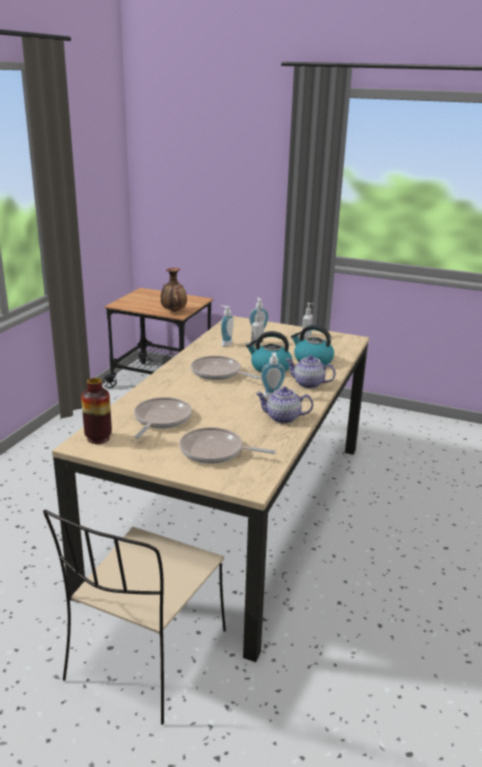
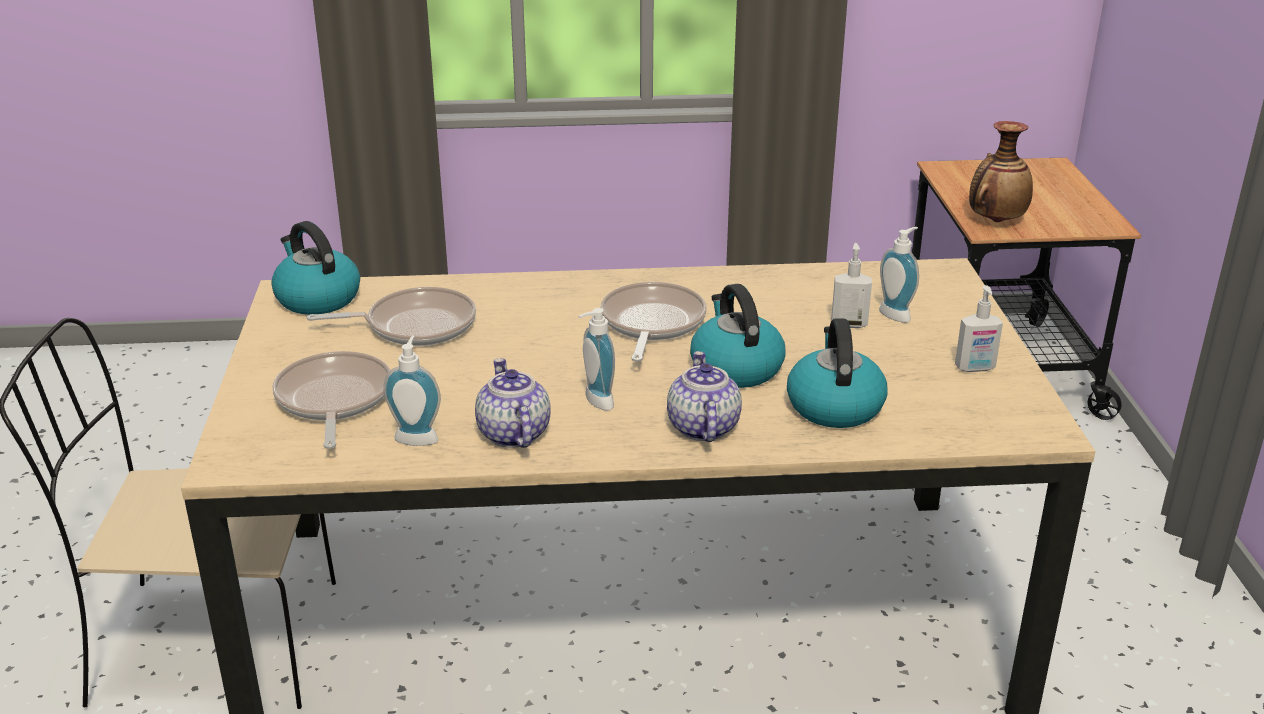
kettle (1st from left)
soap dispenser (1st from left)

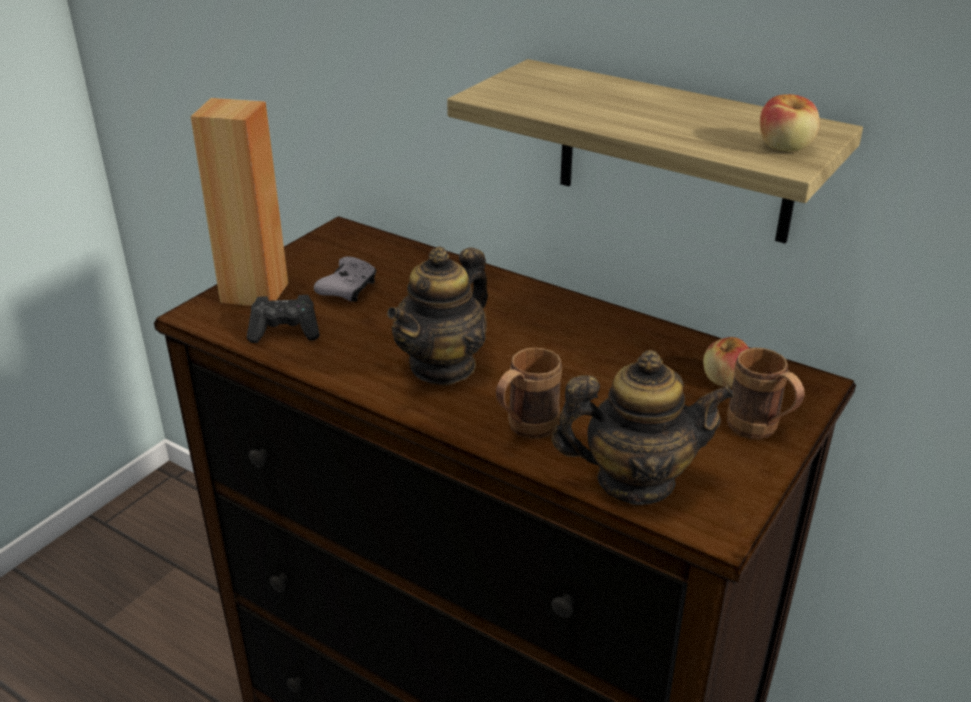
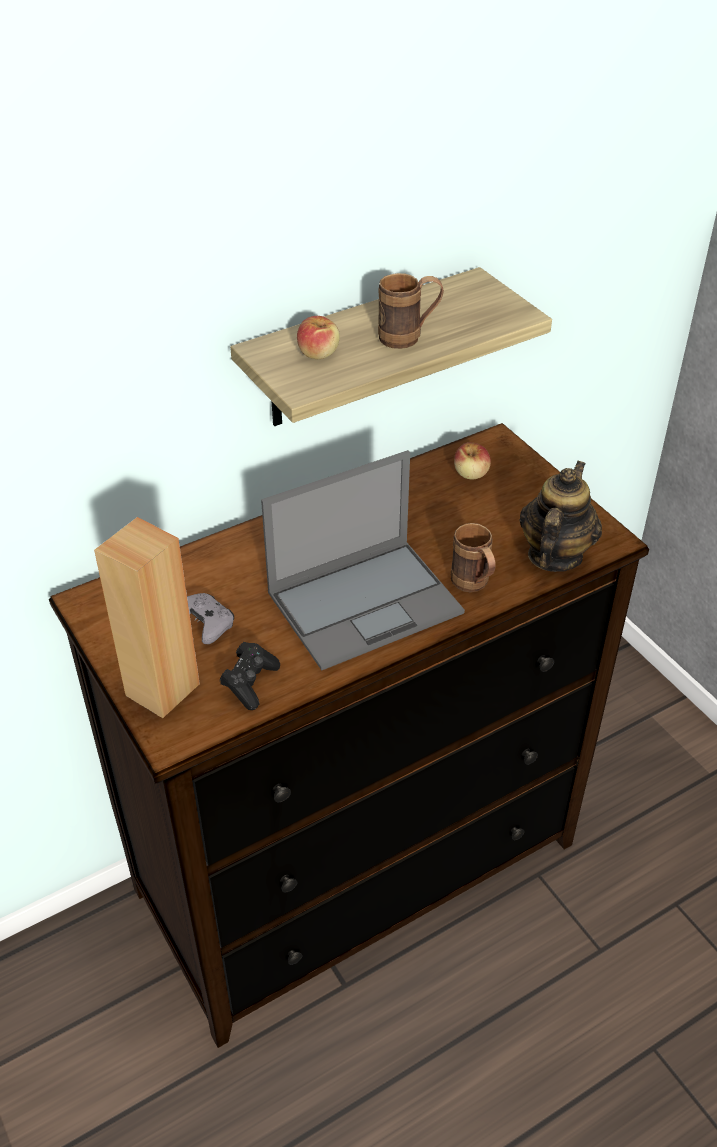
laptop
apple (1st from left)
brown mug (1st from left)

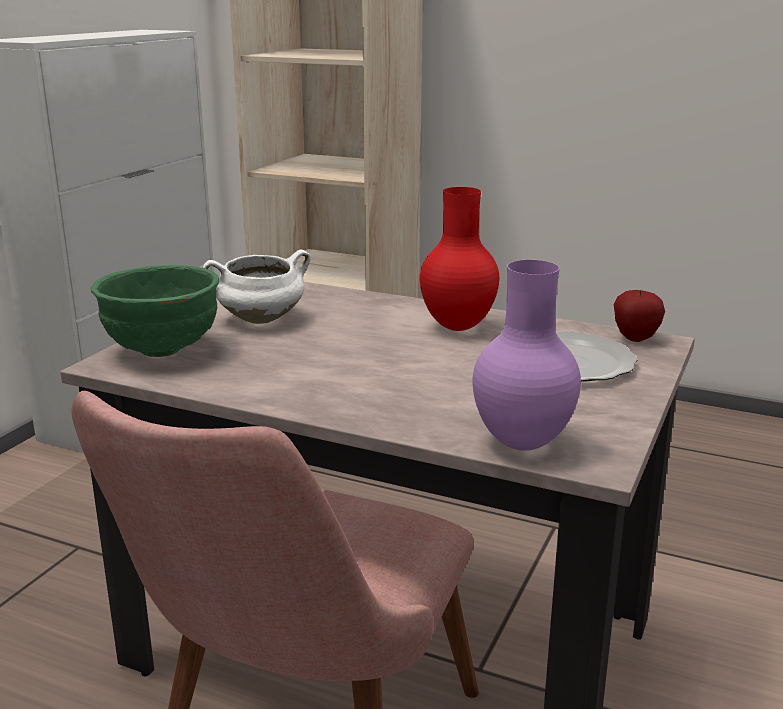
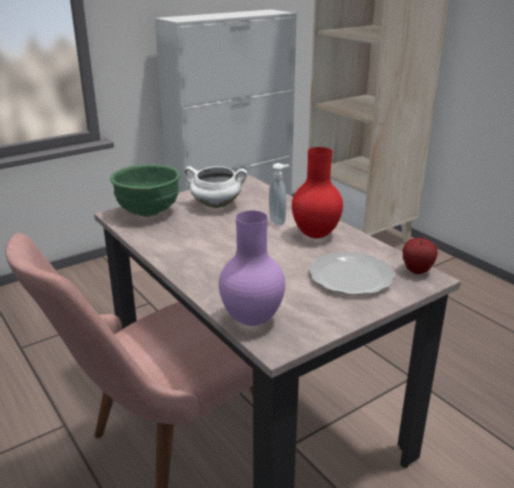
soap dispenser

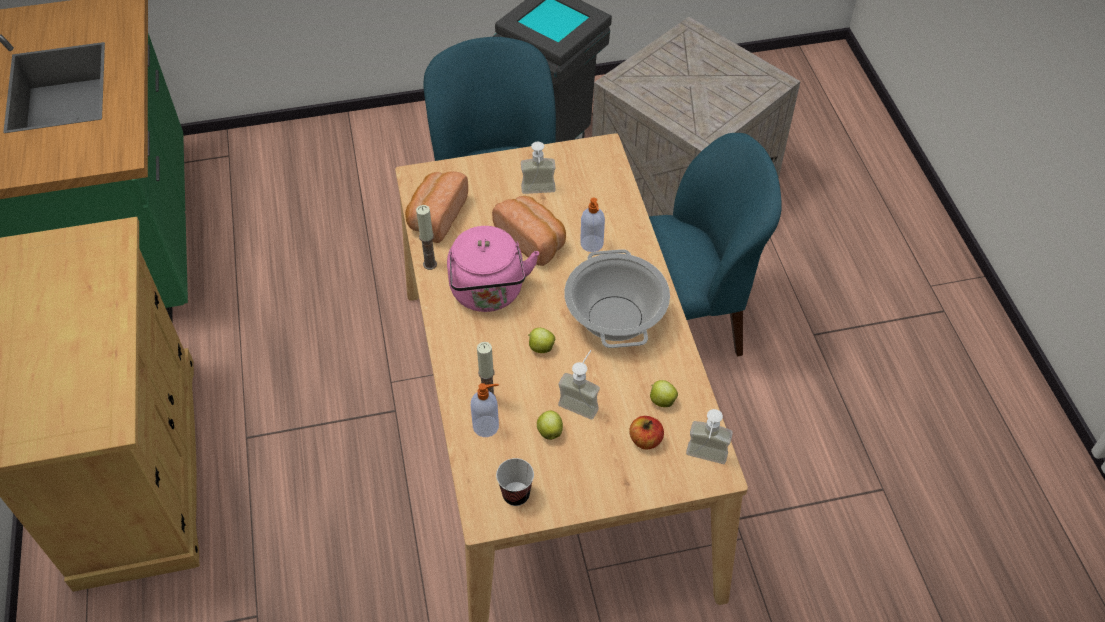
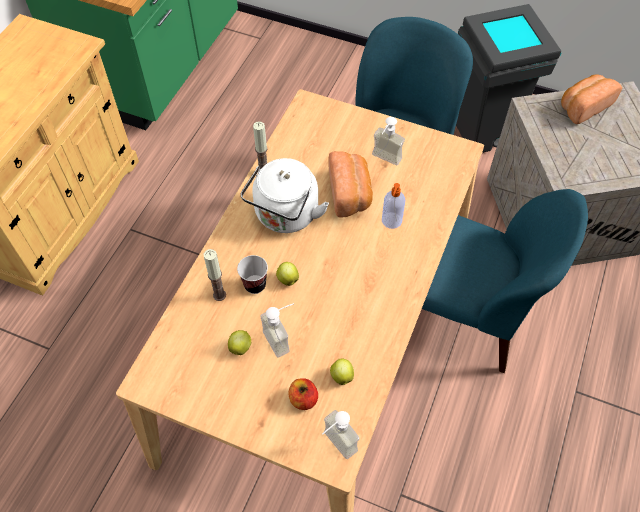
cup
white kettle
bread (2nd from left)
soap dispenser (1st from left in the first image)
cooking pot

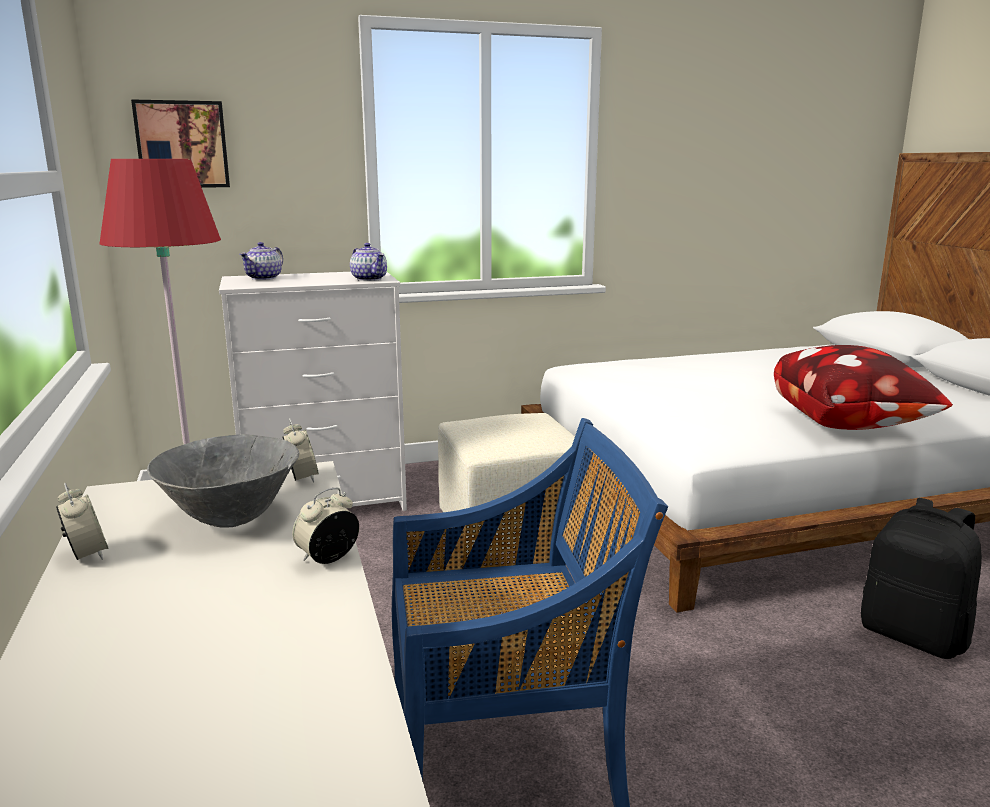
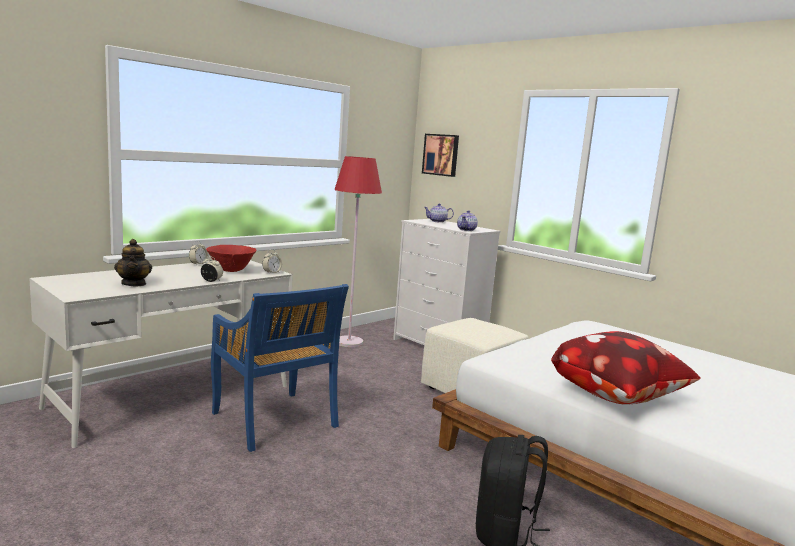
teapot (1st from left)
red bowl

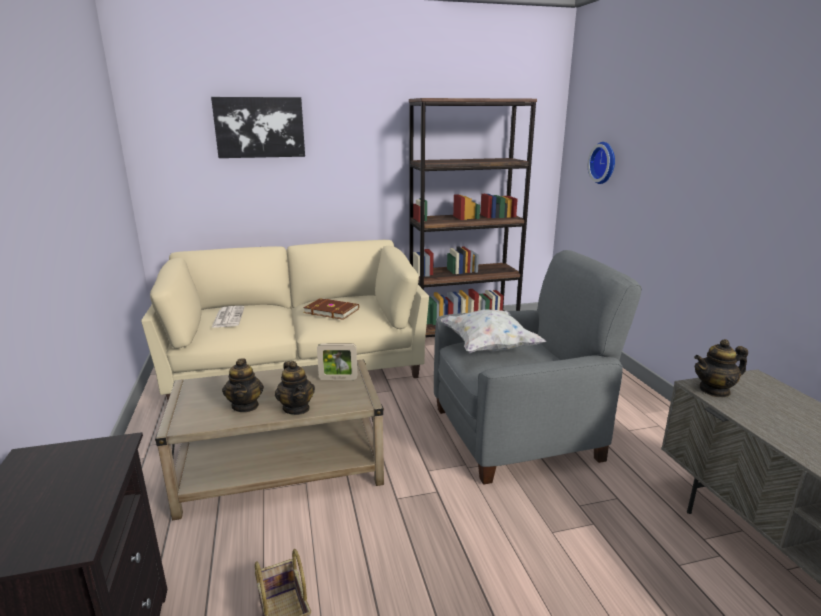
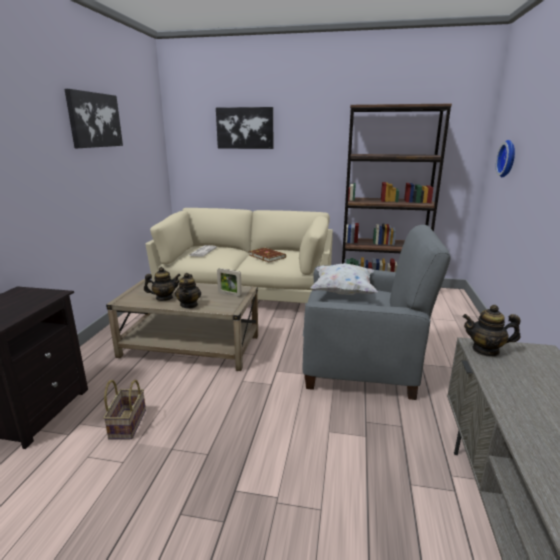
picture (1st from left)
teapot (1st from left)

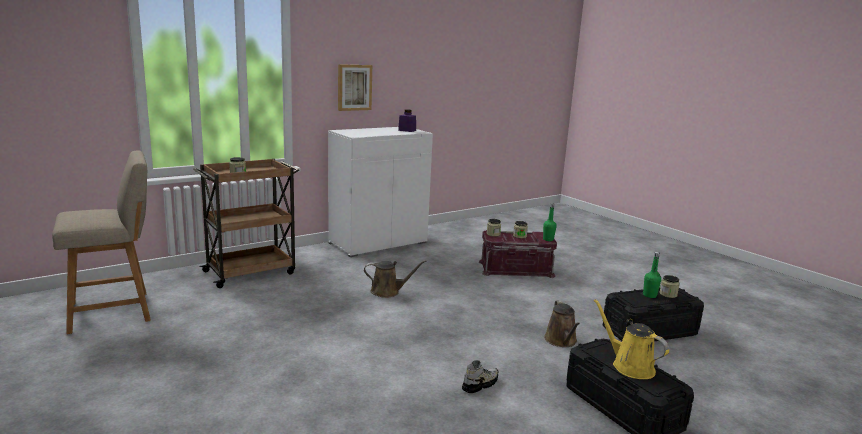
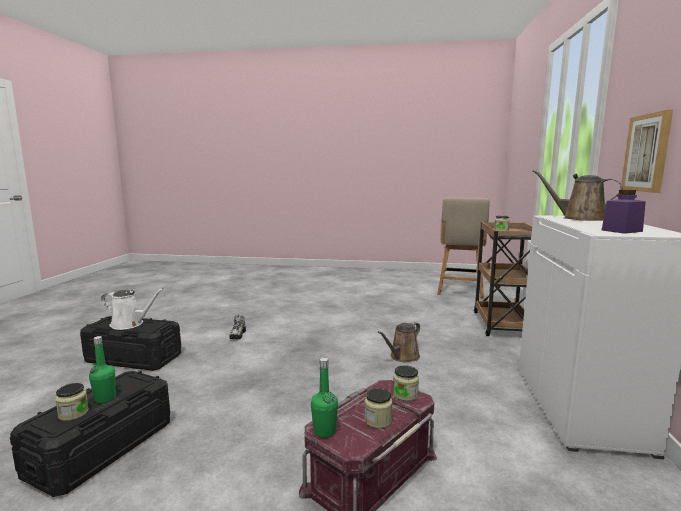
white watering can
brown watering can (2nd from left)

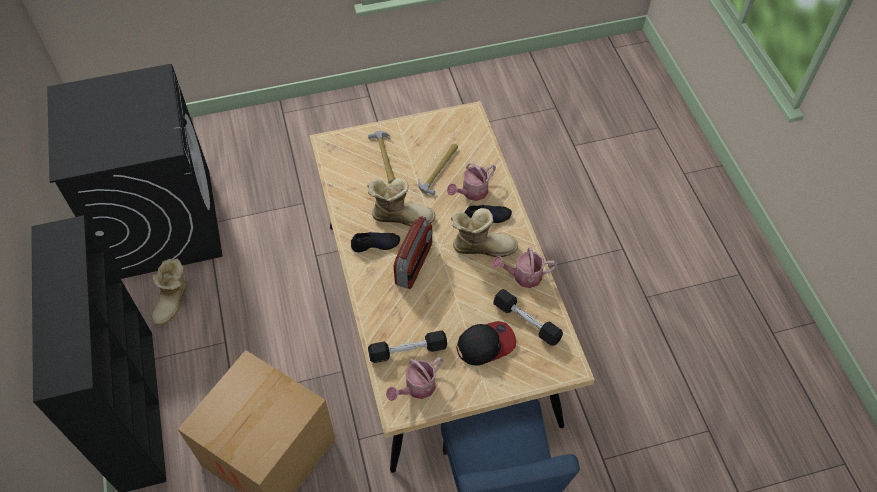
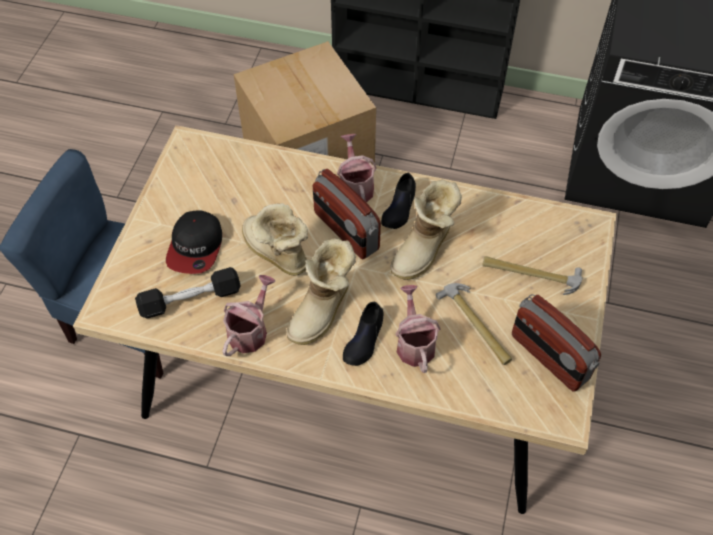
boot (1st from left)
watering can (2nd from left)
radio (2nd from left)
black dumbbell (1st from left in the first image)

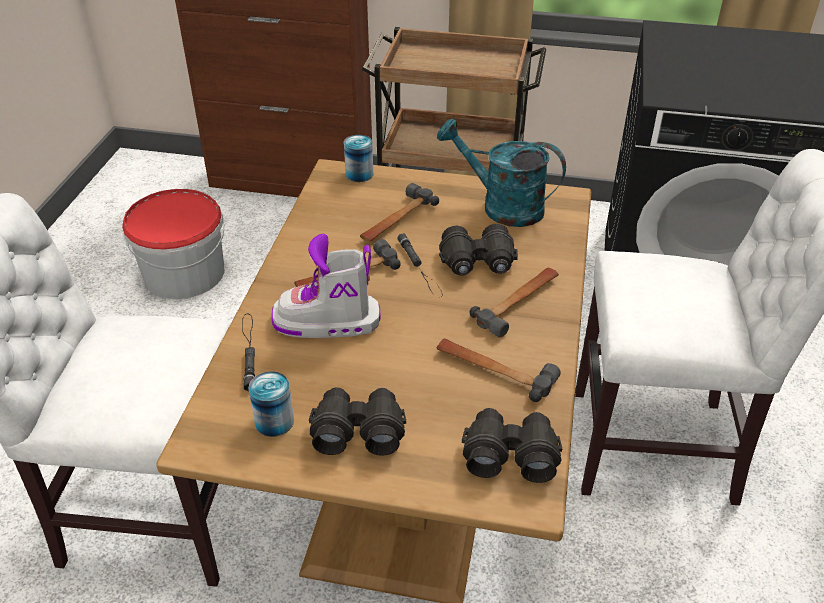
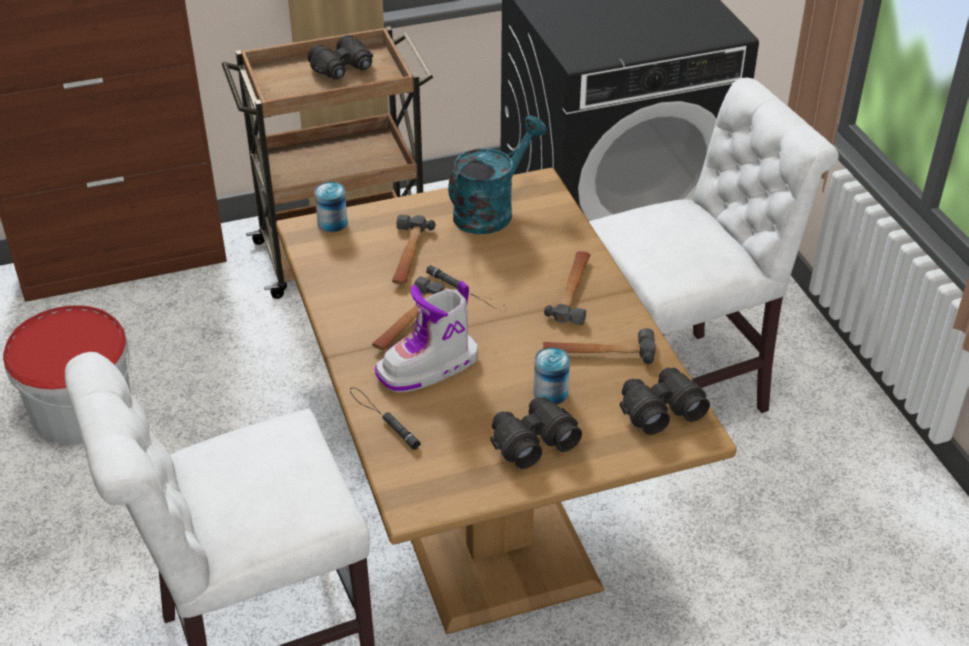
black binoculars (1st from left)
turquoise watering can
can (2nd from left)

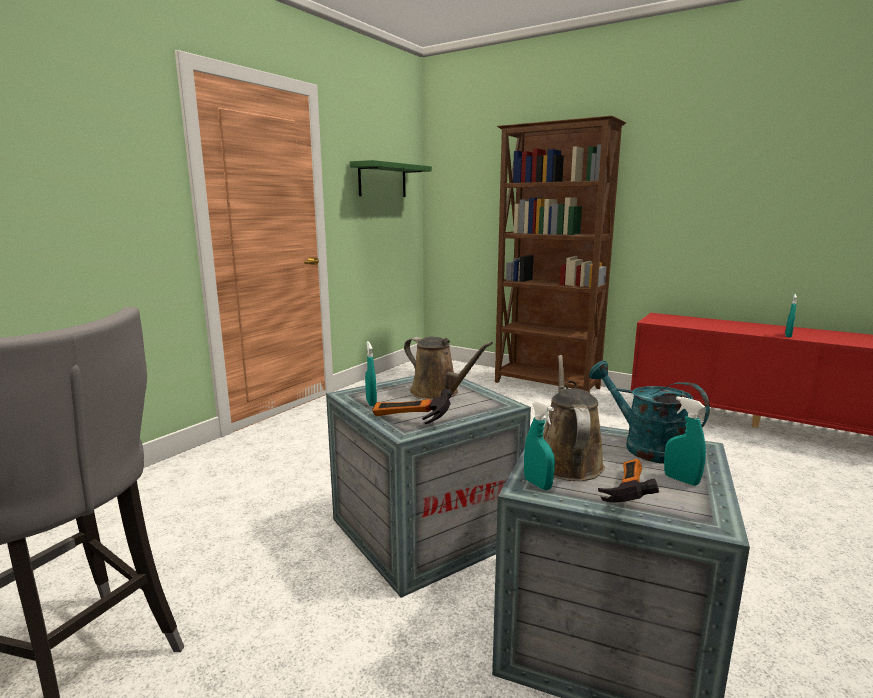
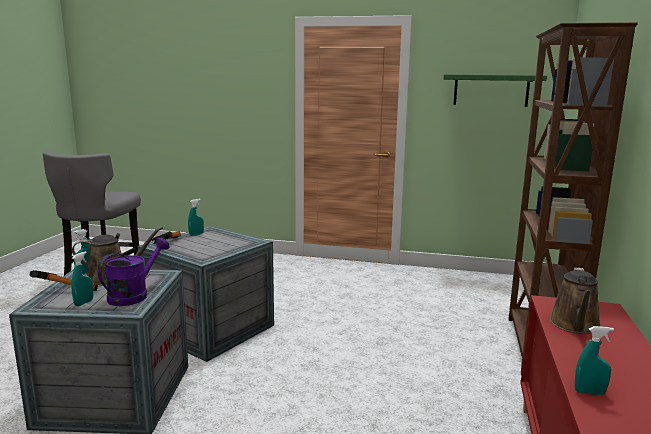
purple watering can
brown watering can (2nd from left)

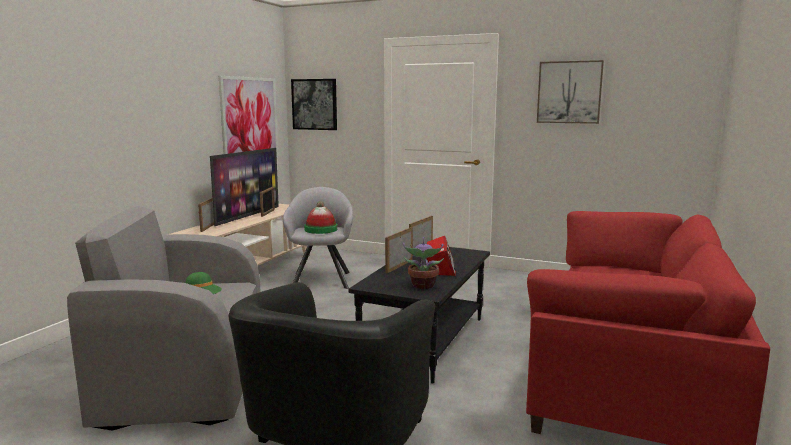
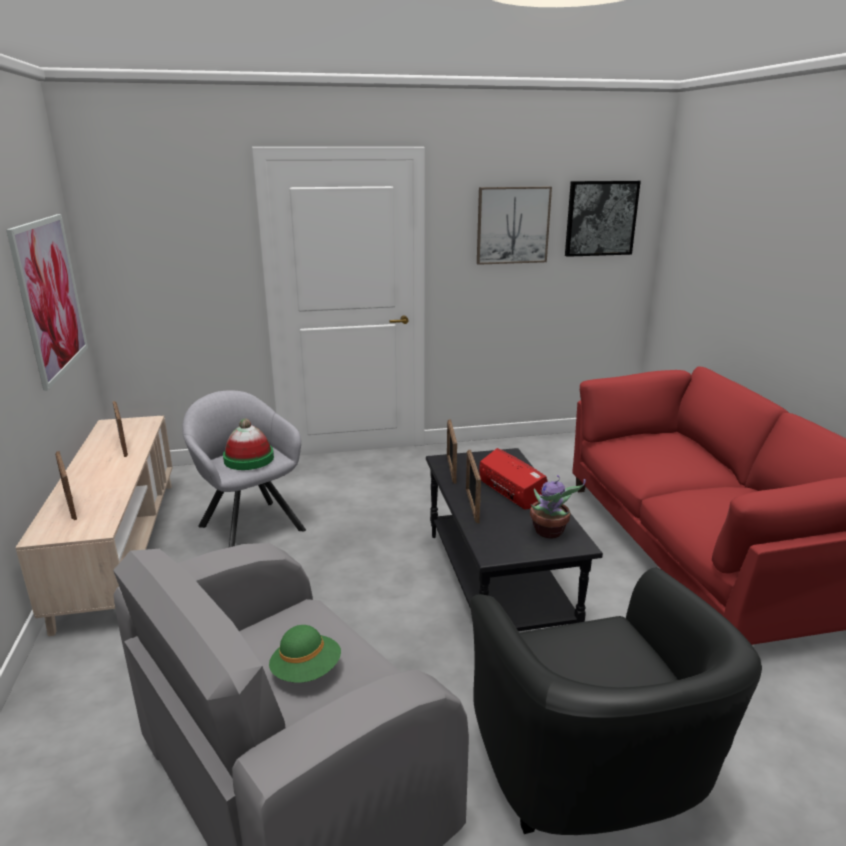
picture (3rd from left)
television

